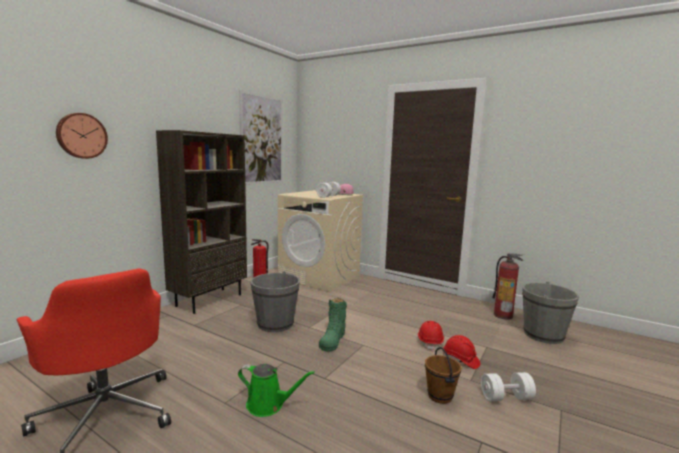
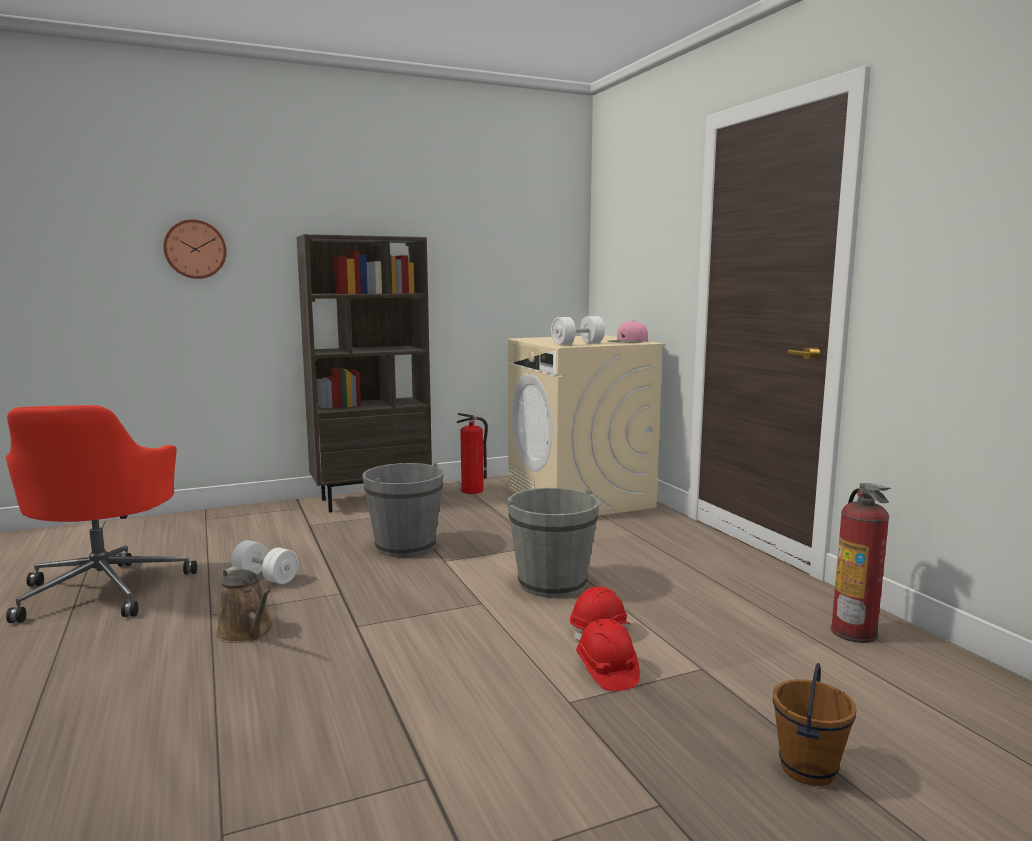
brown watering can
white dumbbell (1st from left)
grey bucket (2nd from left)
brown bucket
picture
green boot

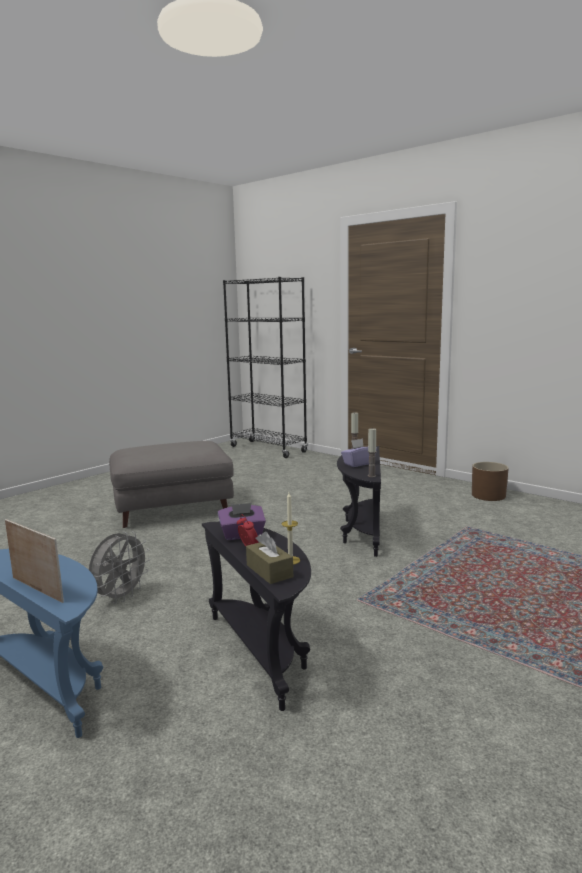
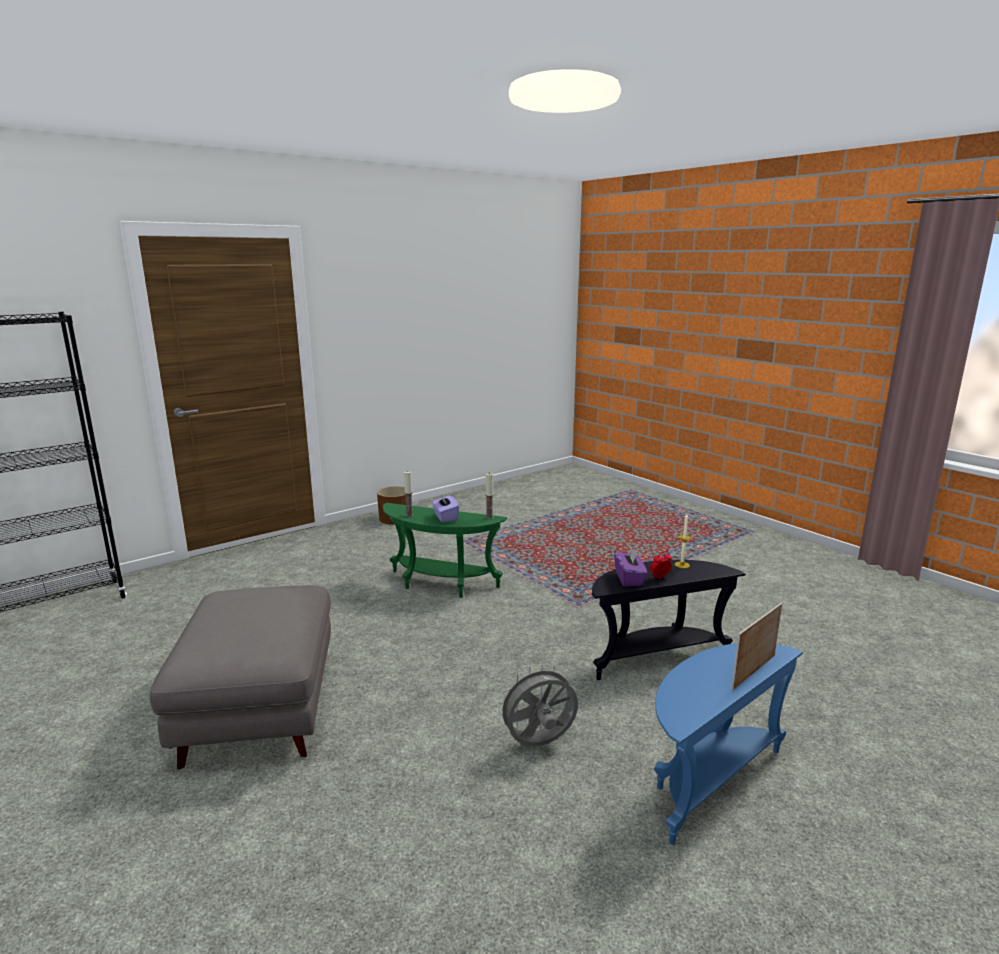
green side table
grey fan
brown tissue box

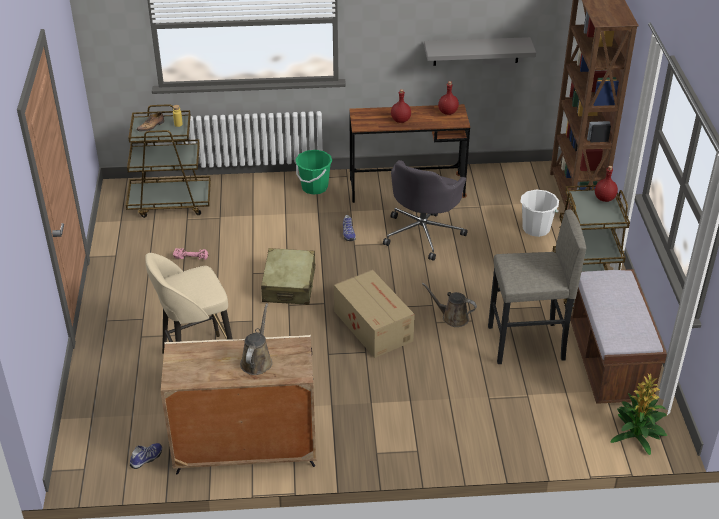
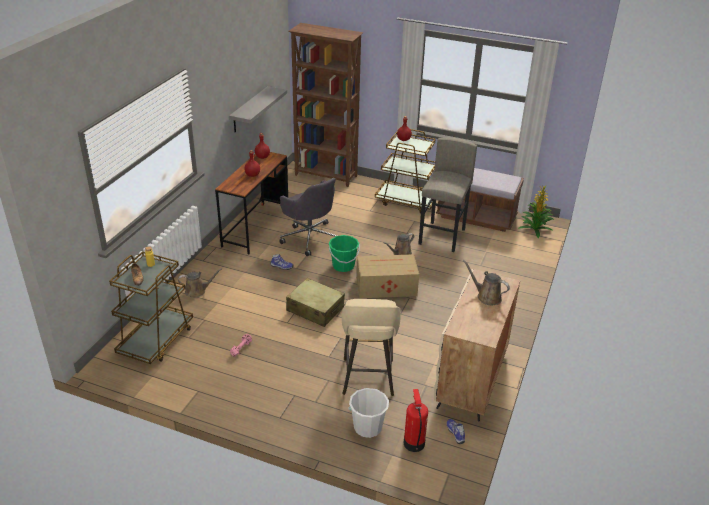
brown watering can (1st from left)
green bucket
white bucket
fire extinguisher

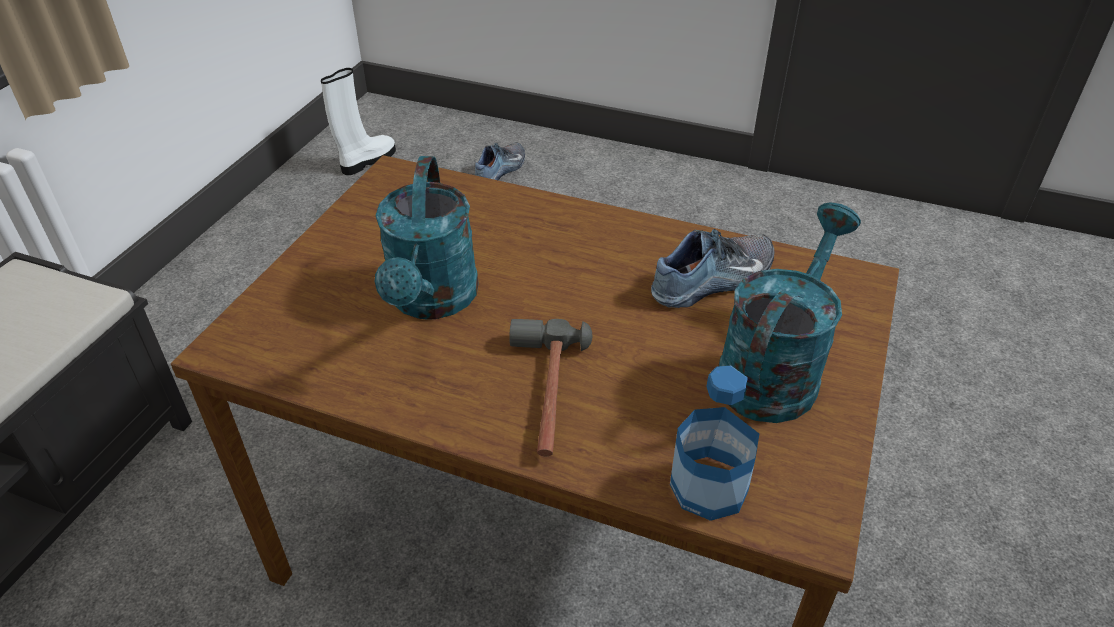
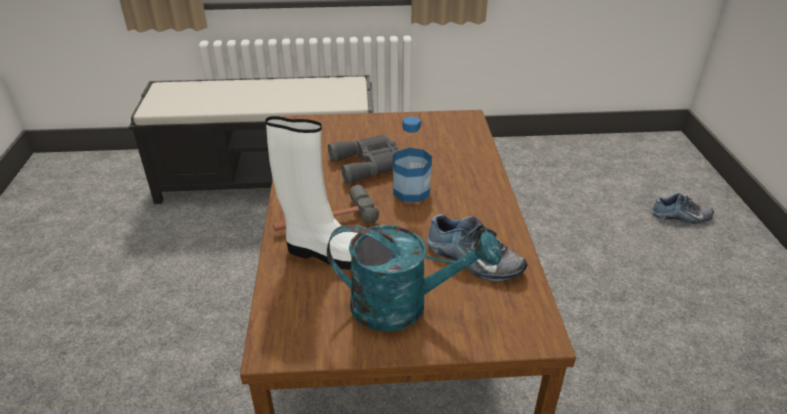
white boot
grey binoculars
bottle

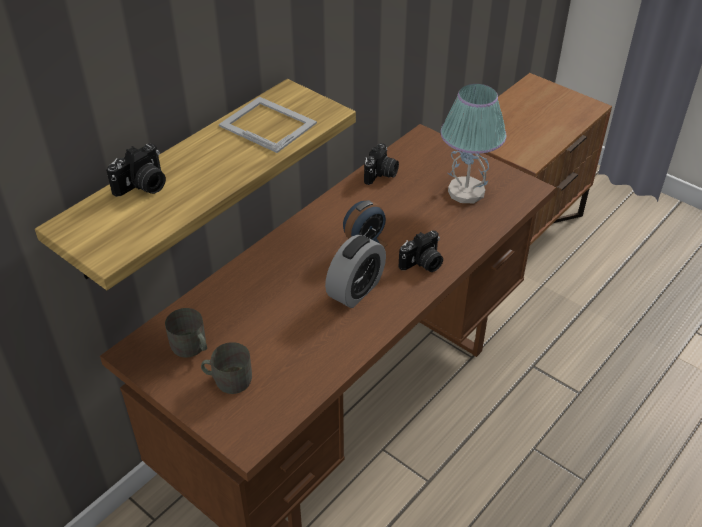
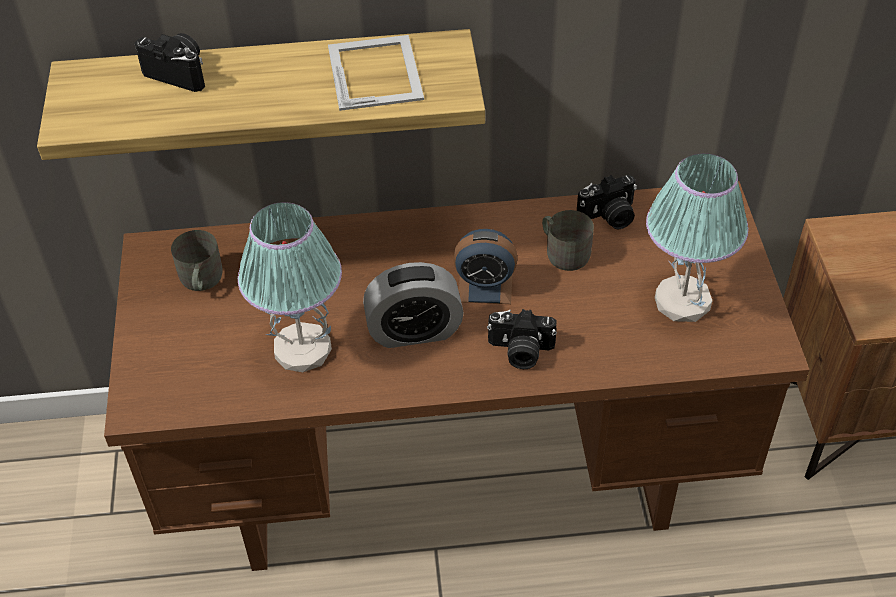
photo camera (1st from left)
table lamp (1st from left)
grey mug (2nd from left)

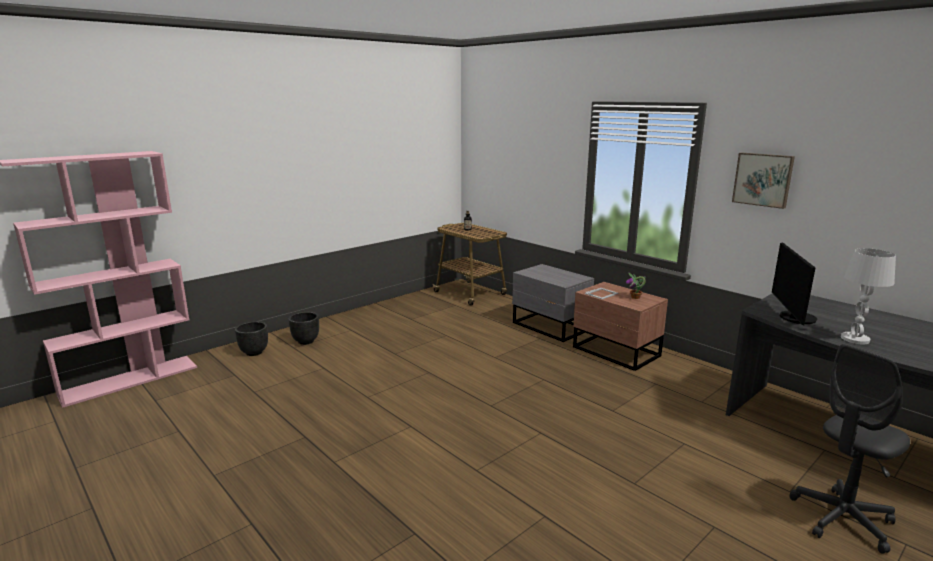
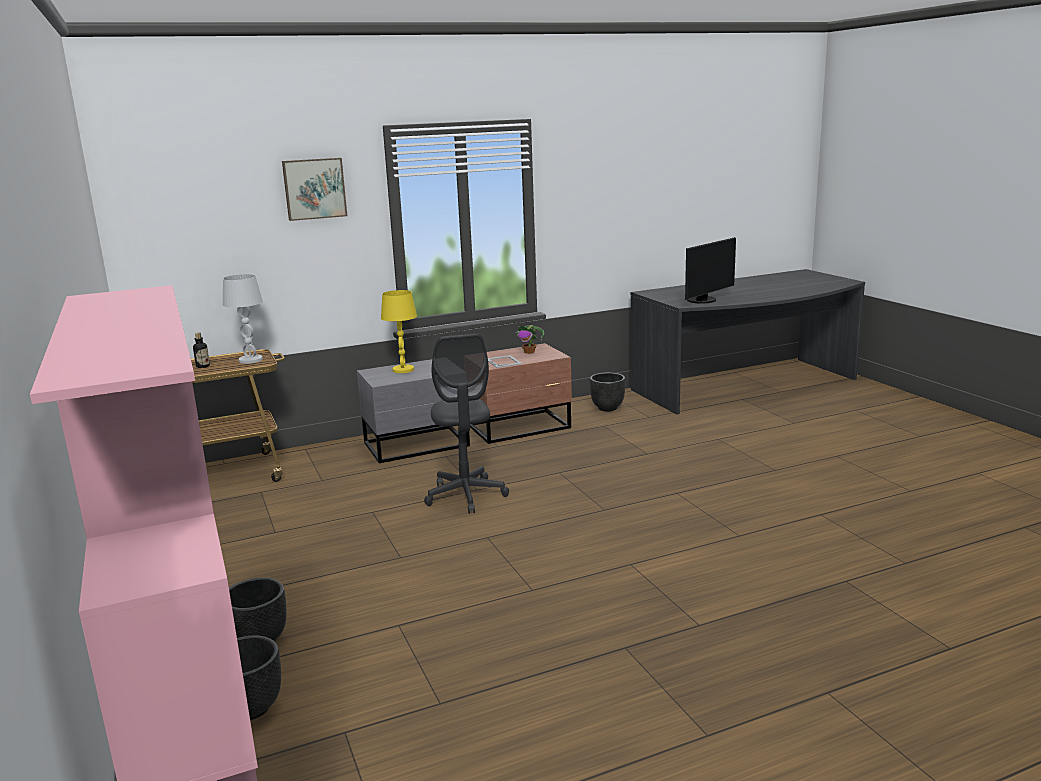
white table lamp
picture
yellow table lamp
grey office chair
black planter (3rd from left)
monitor

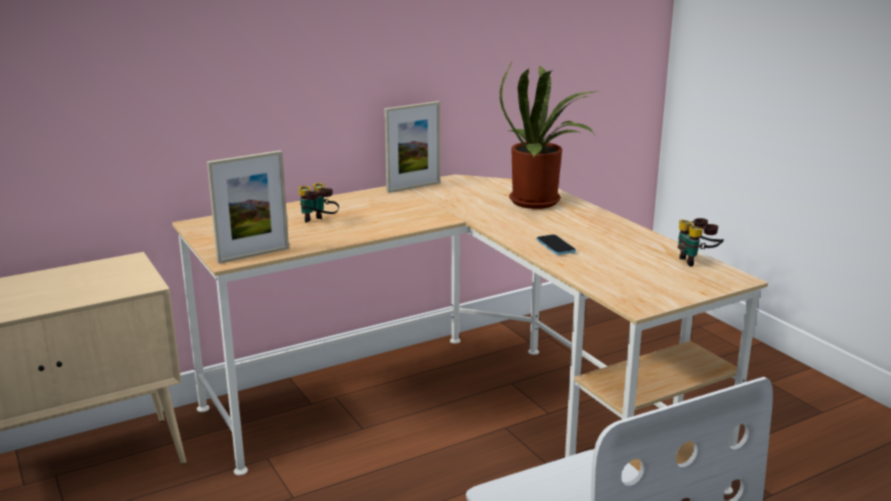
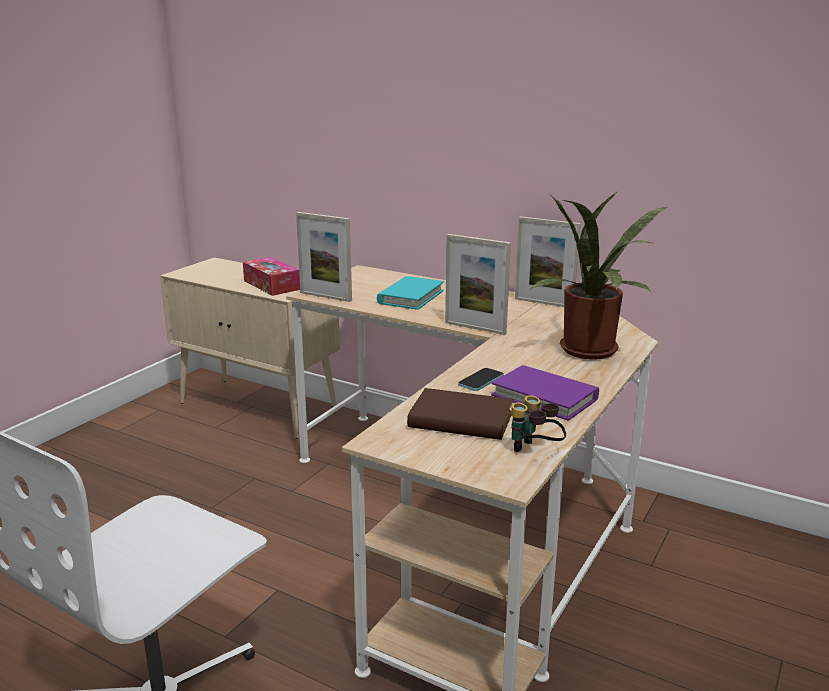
tissue box
turquoise book
brown book
picture frame (2nd from left)
purple book

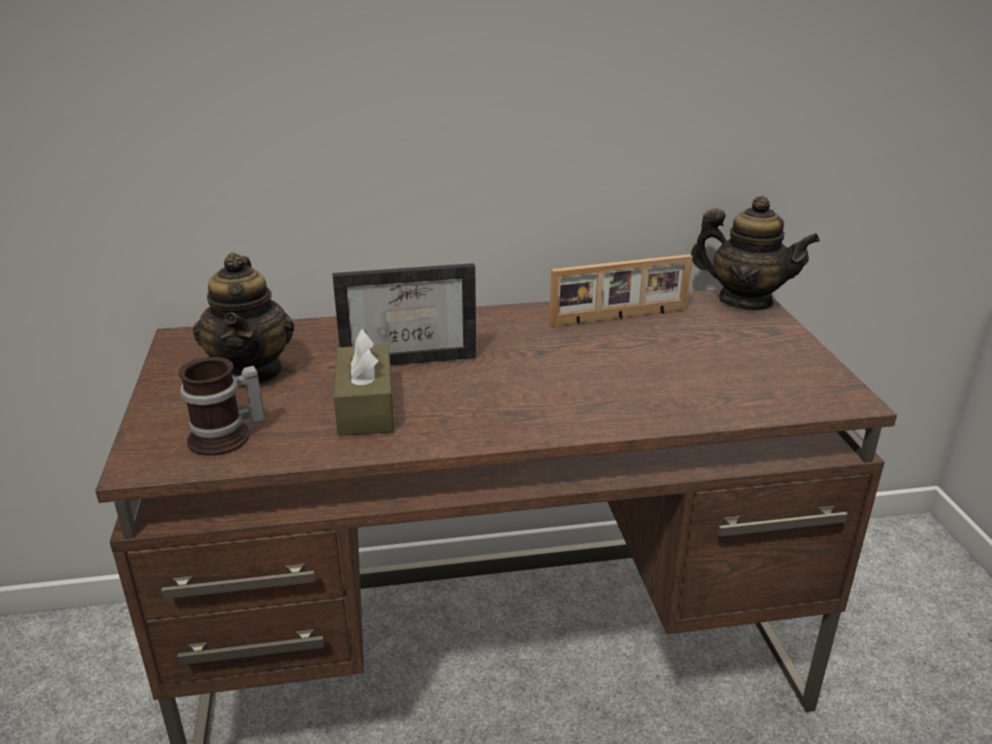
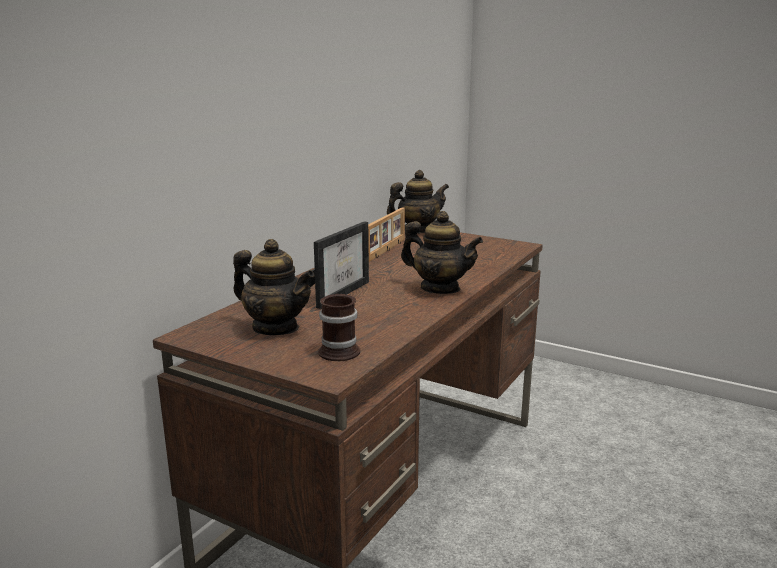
teapot (3rd from left)
brown tissue box

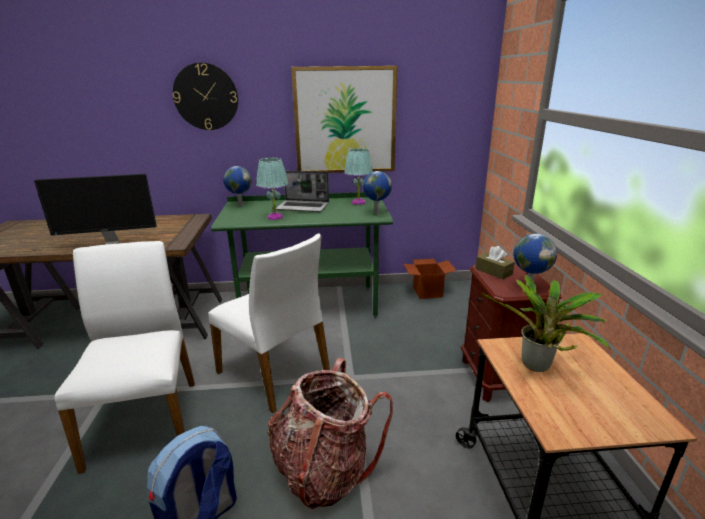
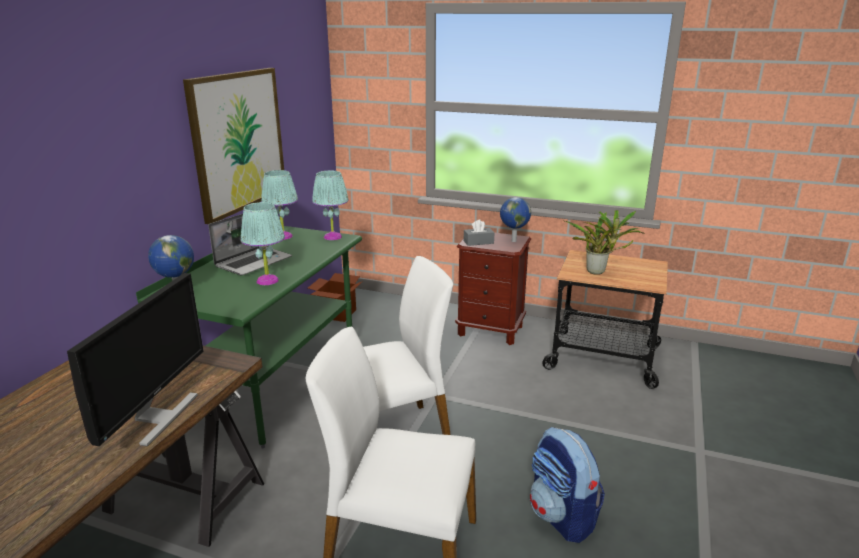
turquoise table lamp (3rd from left)
grey tissue box
wall clock
backpack (2nd from left in the first image)

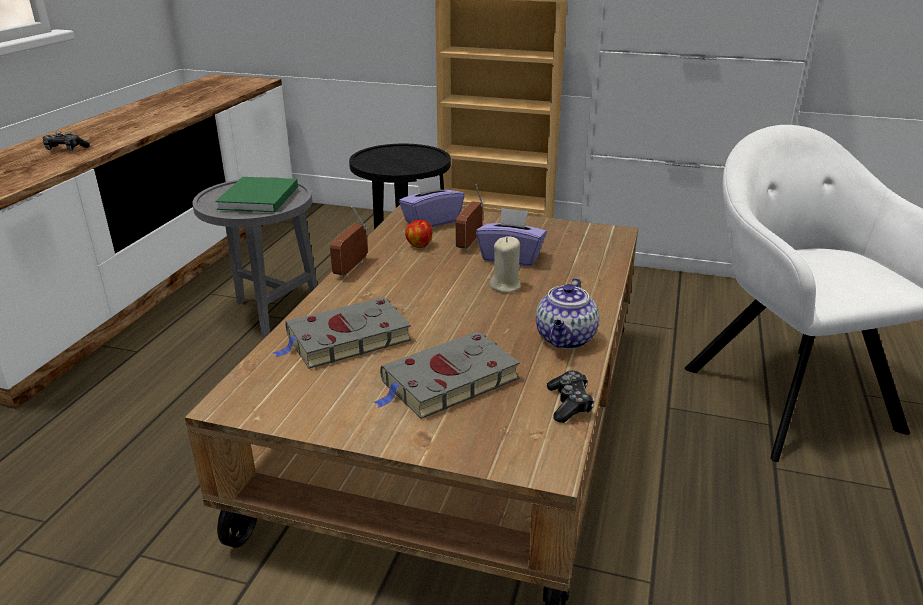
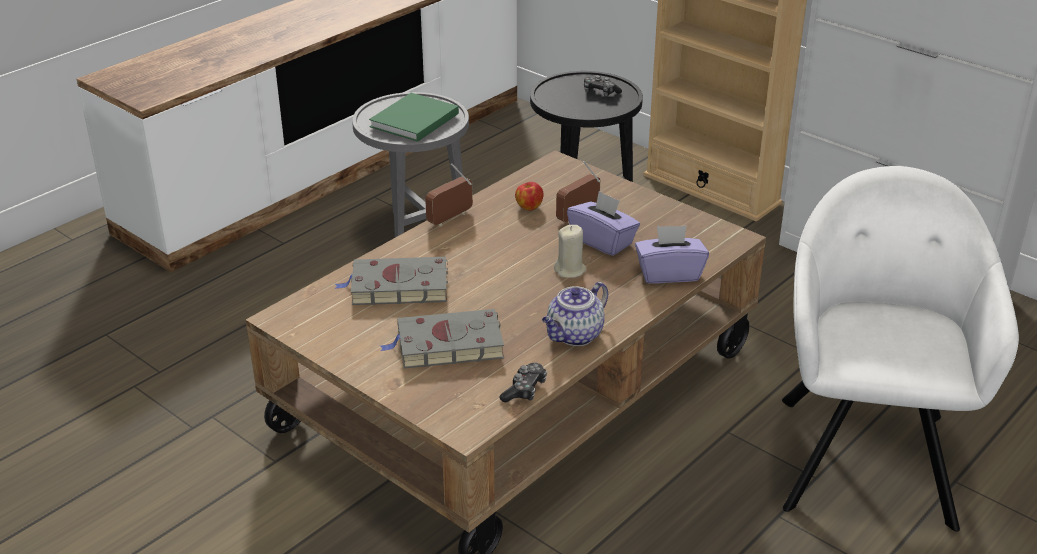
game controller (2nd from left)
purple tissue box (2nd from left)

